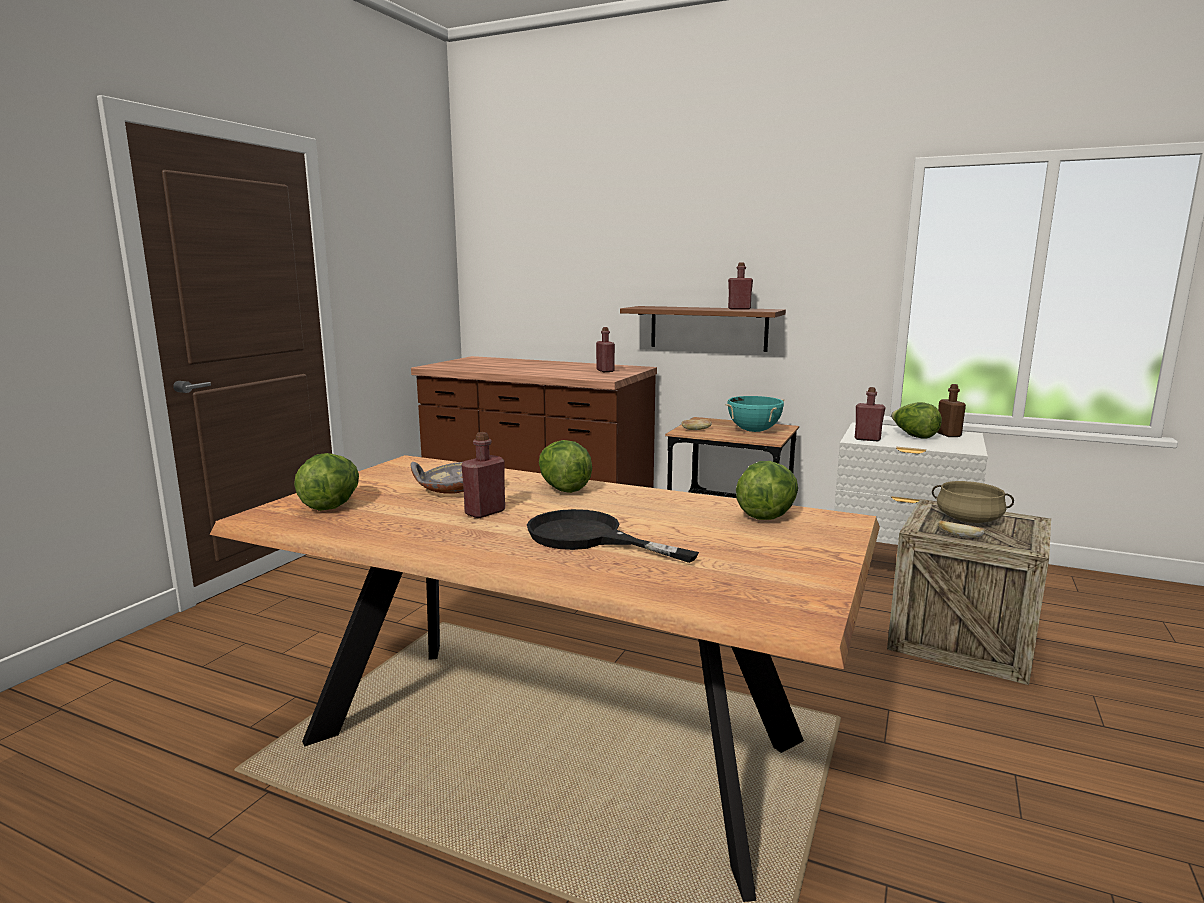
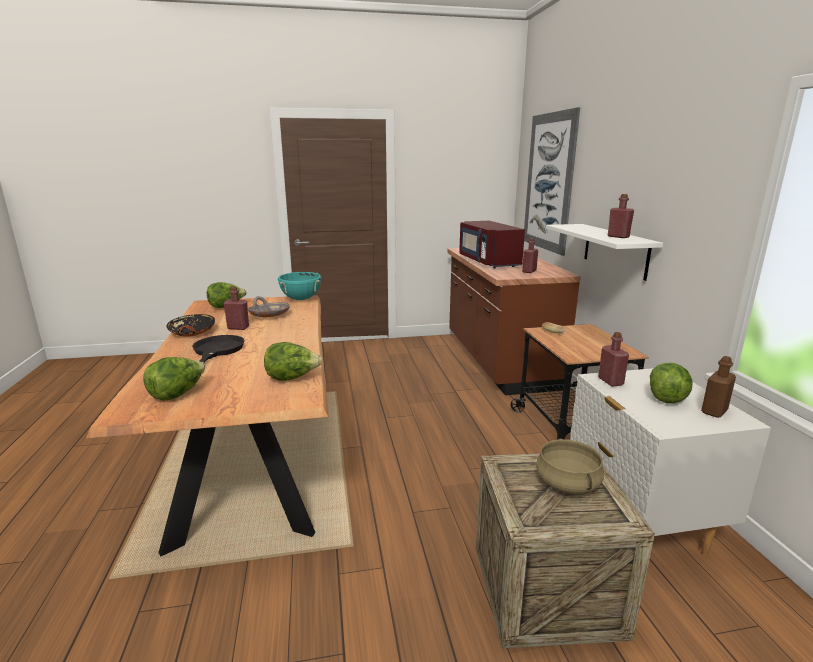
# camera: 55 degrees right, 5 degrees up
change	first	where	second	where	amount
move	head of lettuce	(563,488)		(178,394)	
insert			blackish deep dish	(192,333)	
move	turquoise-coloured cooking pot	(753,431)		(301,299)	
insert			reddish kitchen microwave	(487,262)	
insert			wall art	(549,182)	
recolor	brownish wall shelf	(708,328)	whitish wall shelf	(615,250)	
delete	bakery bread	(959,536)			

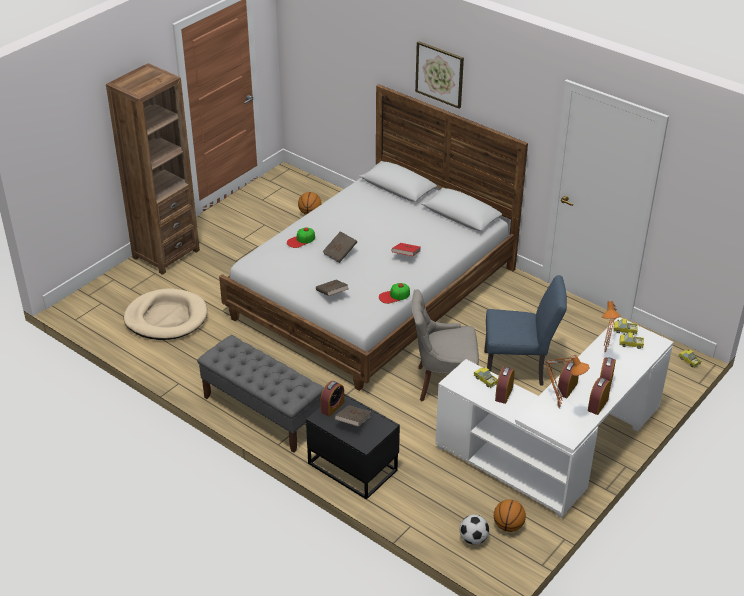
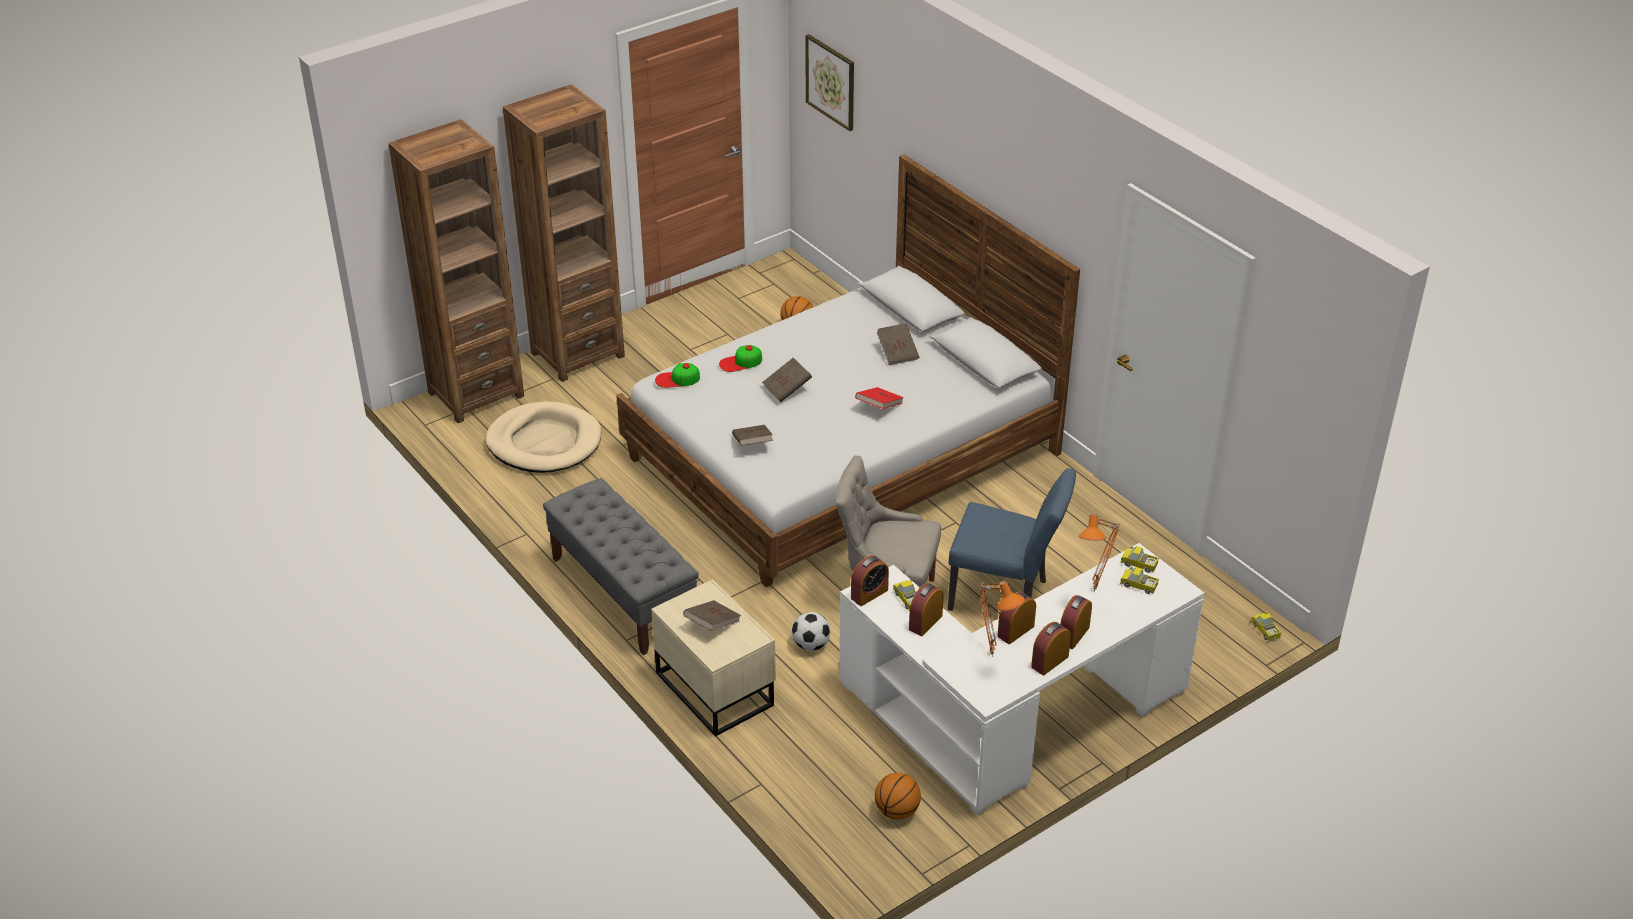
# camera: 15 degrees right, 0 degrees up
change	first	where	second	where	amount
insert			brownish shelving unit	(476,394)	
recolor	blackish bedside table	(352,465)	sand-coloured bedside table	(715,687)	
move	peaked cap	(394,296)		(677,379)	
move	ball for football	(473,539)		(811,645)	
move	wall art	(439,74)		(831,82)	
move	bedside clock	(332,407)		(869,594)	
insert			brownish volume	(897,352)	

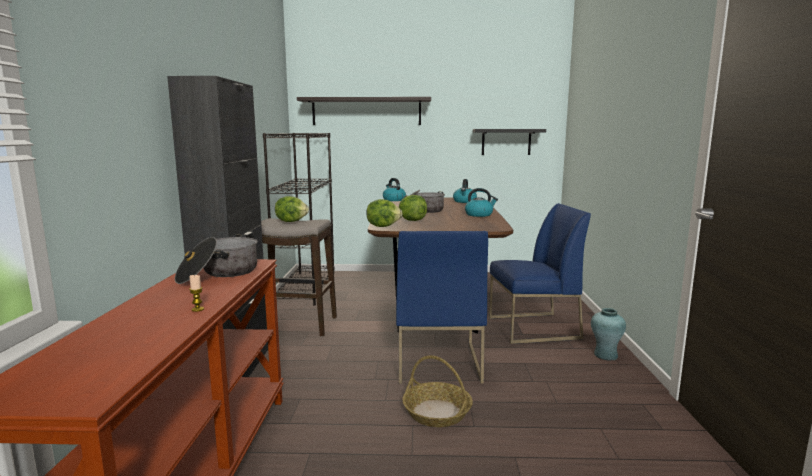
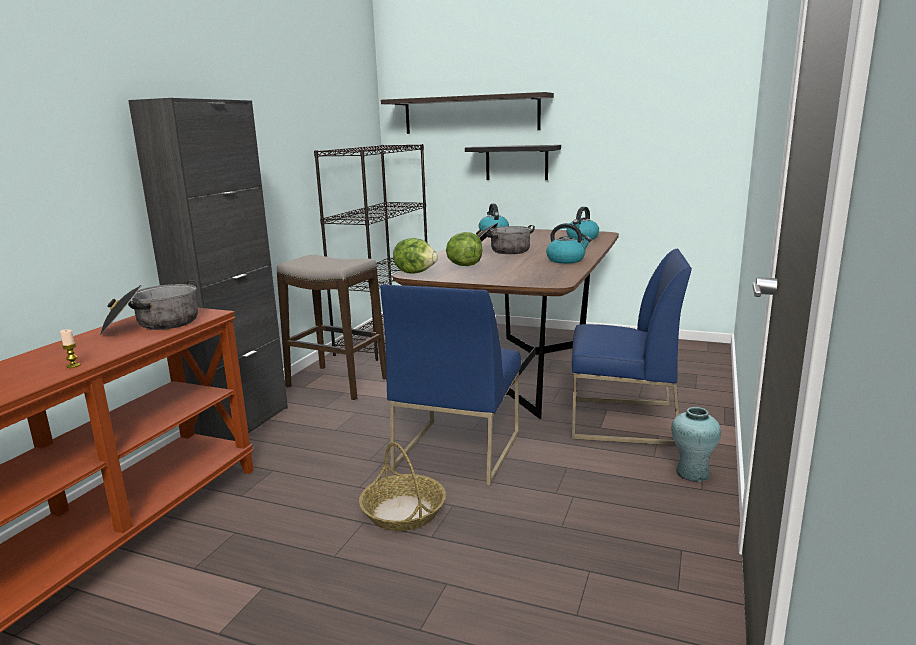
# camera: 20 degrees right, 5 degrees up
change	first	where	second	where	amount
move	blackish wall shelf	(506,142)		(516,162)	
delete	head of lettuce	(291,221)			

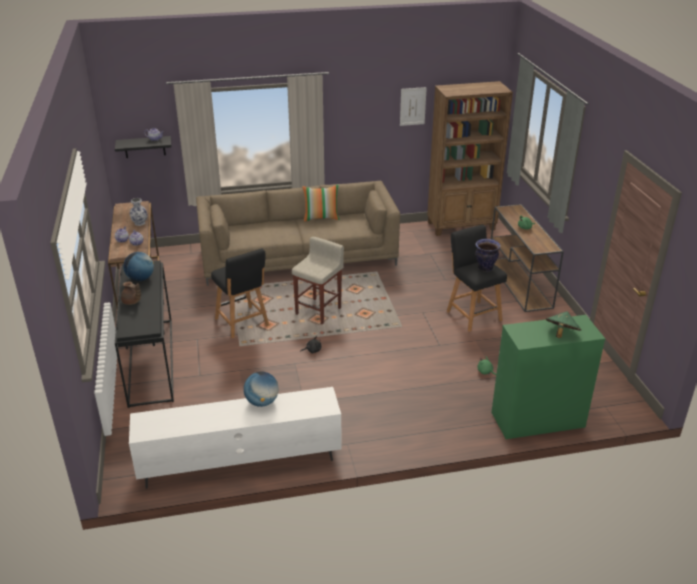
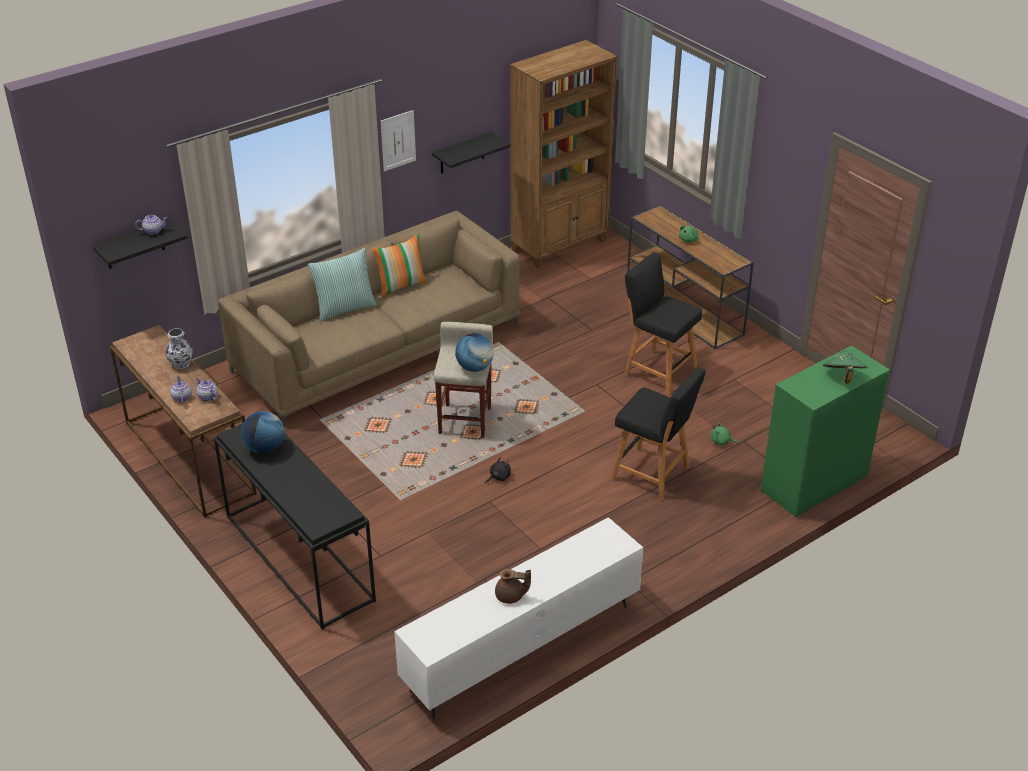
# camera: 25 degrees left, 5 degrees up
change	first	where	second	where	amount
insert			pillow	(344,308)	
move	wall art	(412,106)		(398,140)	
insert			blackish wall shelf	(462,153)	
move	globe	(262,402)		(474,367)	
move	brownish teapot	(132,302)		(511,596)	
move	blackish stool seat	(243,323)		(653,474)	
delete	decorative vase	(485,268)			

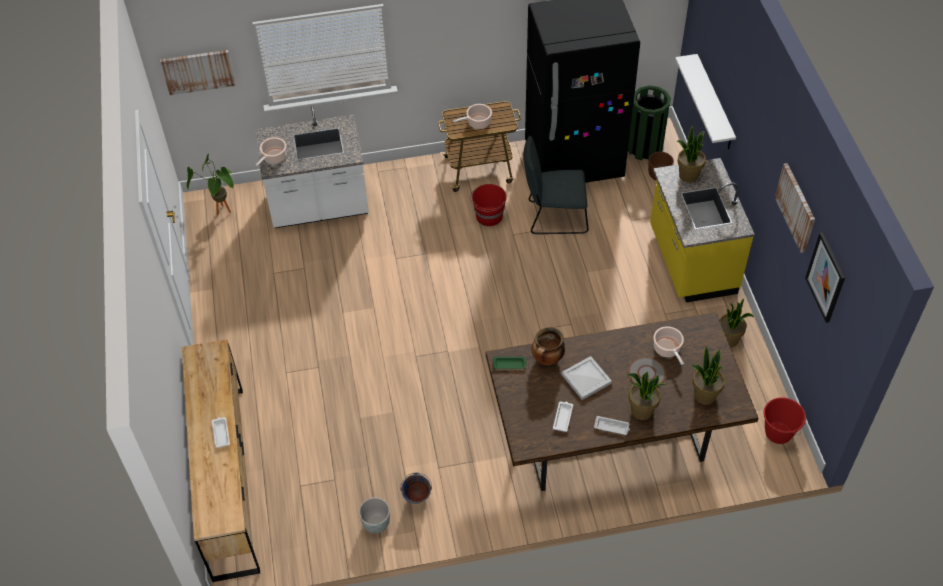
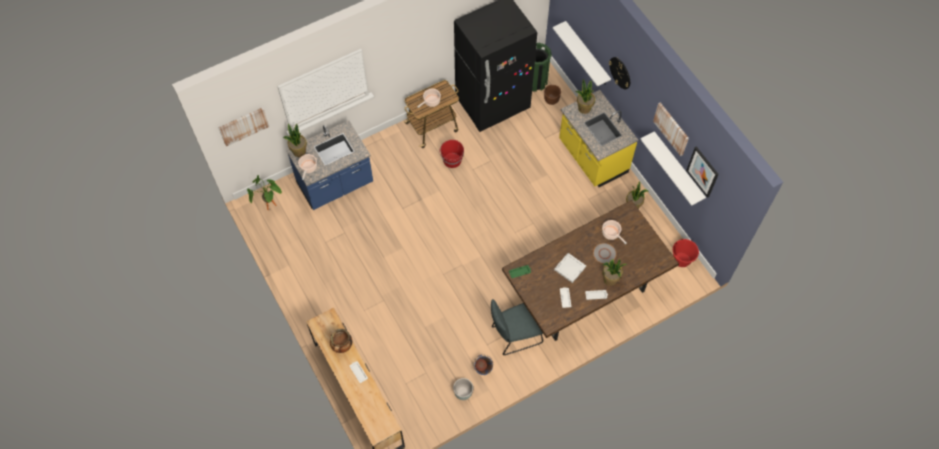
# camera: 20 degrees left, 10 degrees up
change	first	where	second	where	amount
move	houseplant	(704,395)		(299,151)	
recolor	whitish counter	(319,206)	blue counter	(335,184)	
move	cooking pot	(547,359)		(342,346)	
move	gray upright chair	(554,217)		(514,335)	
insert			hanging clock	(620,72)	
insert			whitish wall shelf	(678,168)	

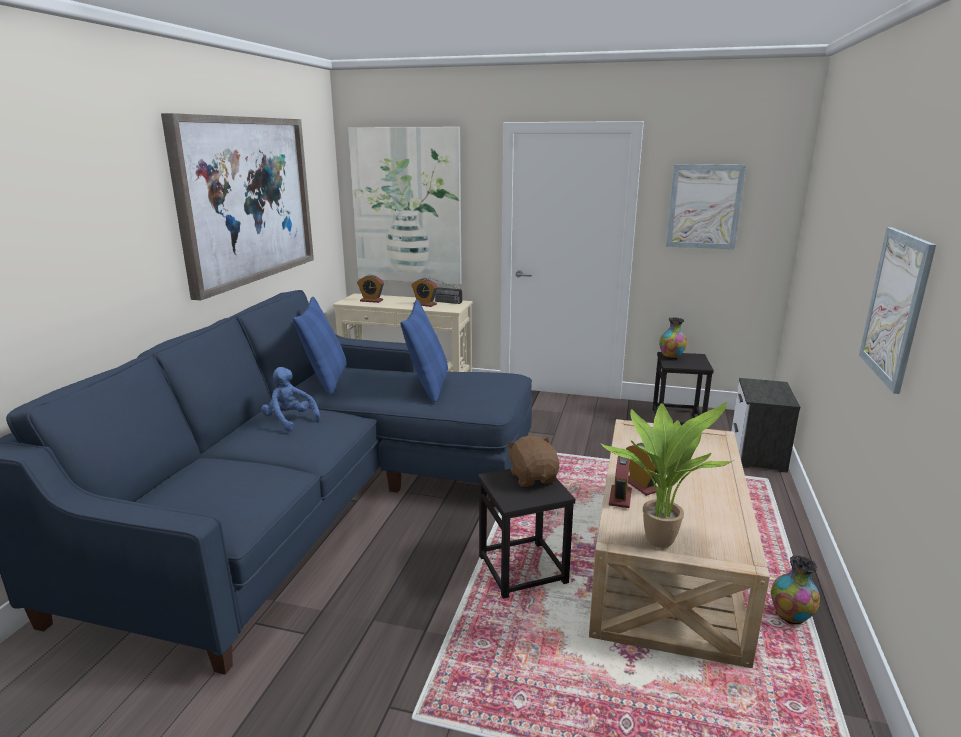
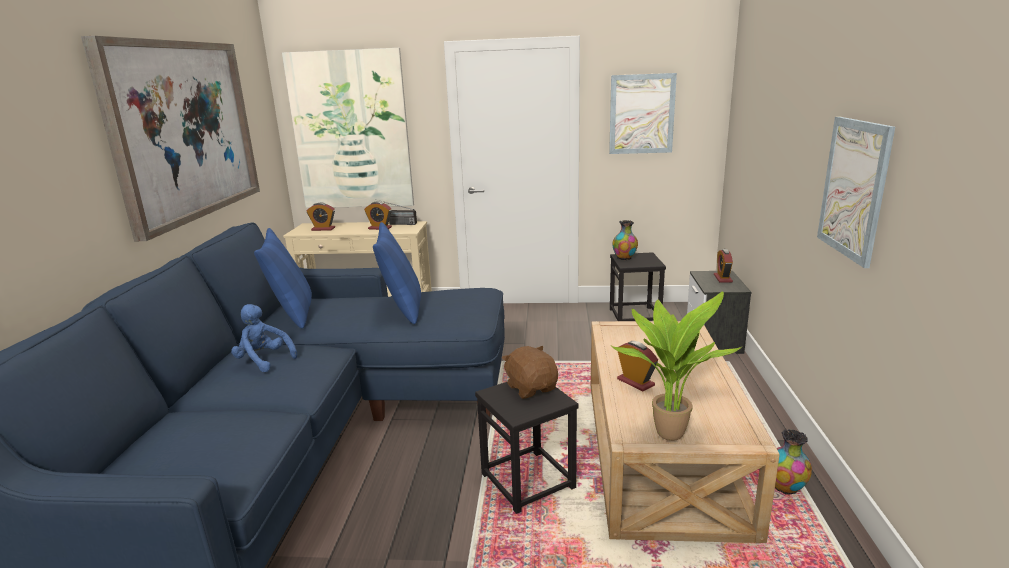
# camera: 10 degrees left, 0 degrees up
change	first	where	second	where	amount
move	bedside clock	(620,497)		(722,278)	

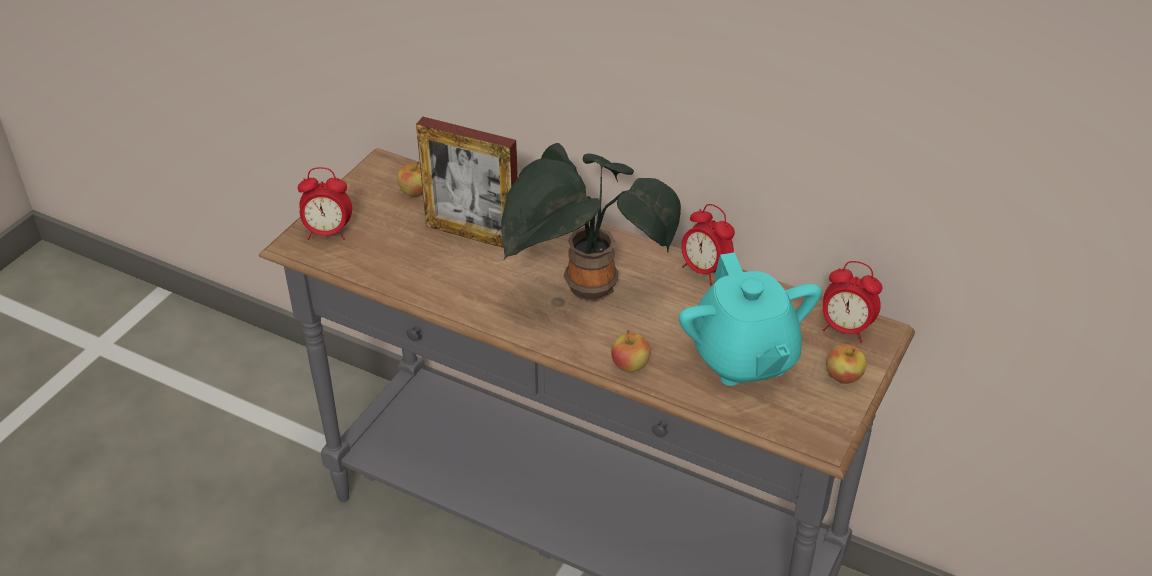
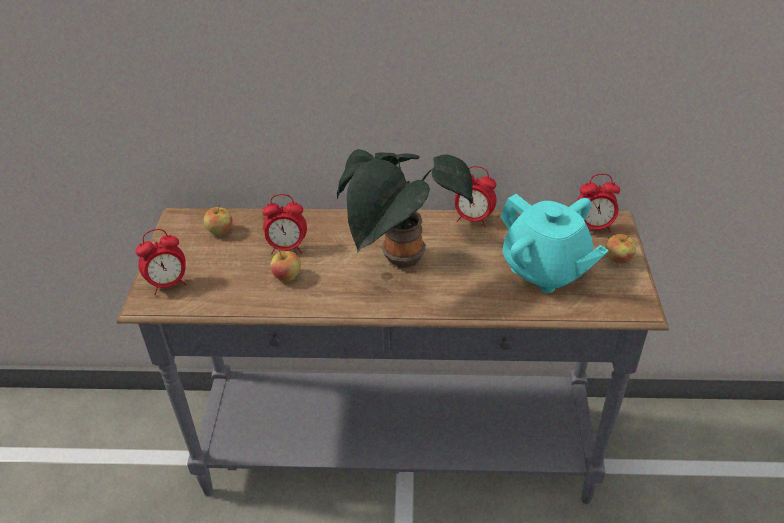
# camera: 25 degrees left, 0 degrees up
change	first	where	second	where	amount
replace	standing frame	(472,234)	bedside clock	(287,248)	
move	whole apple	(630,366)		(287,276)	

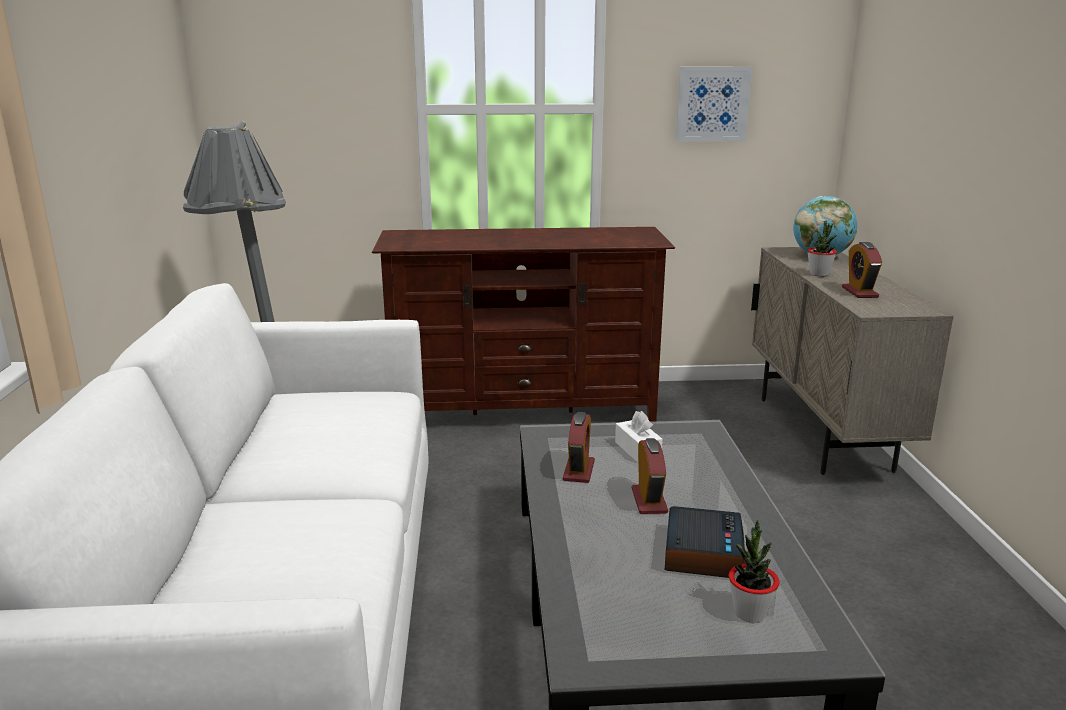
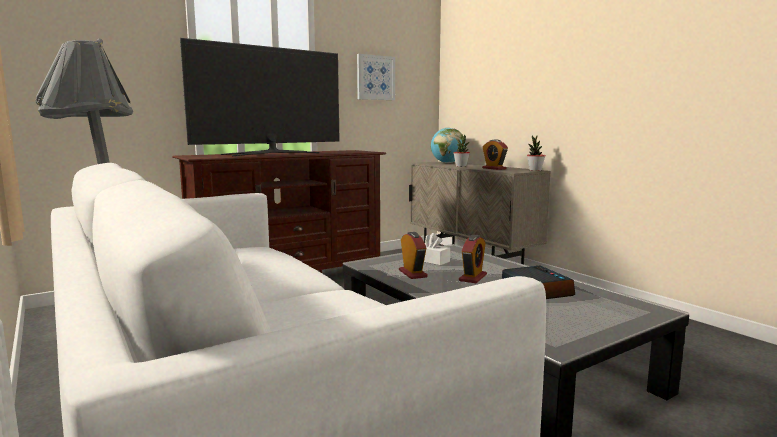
# camera: 30 degrees left, 10 degrees down
change	first	where	second	where	amount
insert			TV set	(271,154)	
rotate	bedside clock	(649,501)		(473,277)	60 degrees clockwise
move	houseplant	(749,613)		(535,170)	

